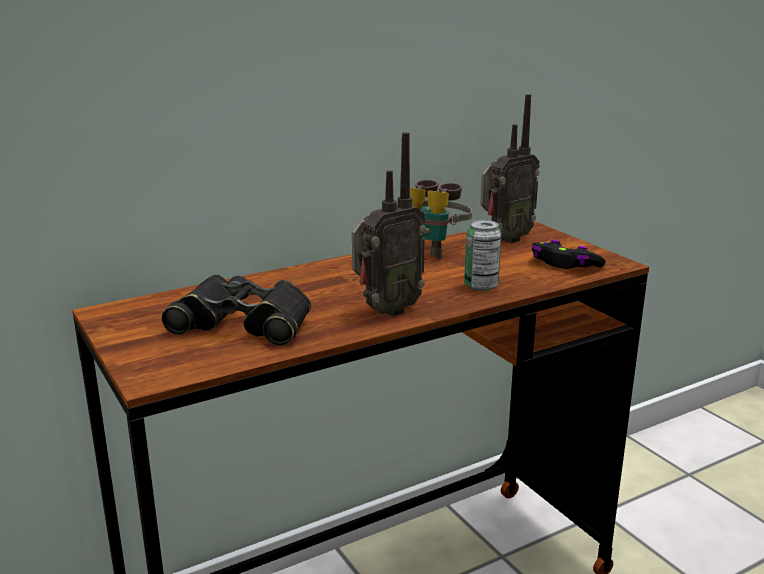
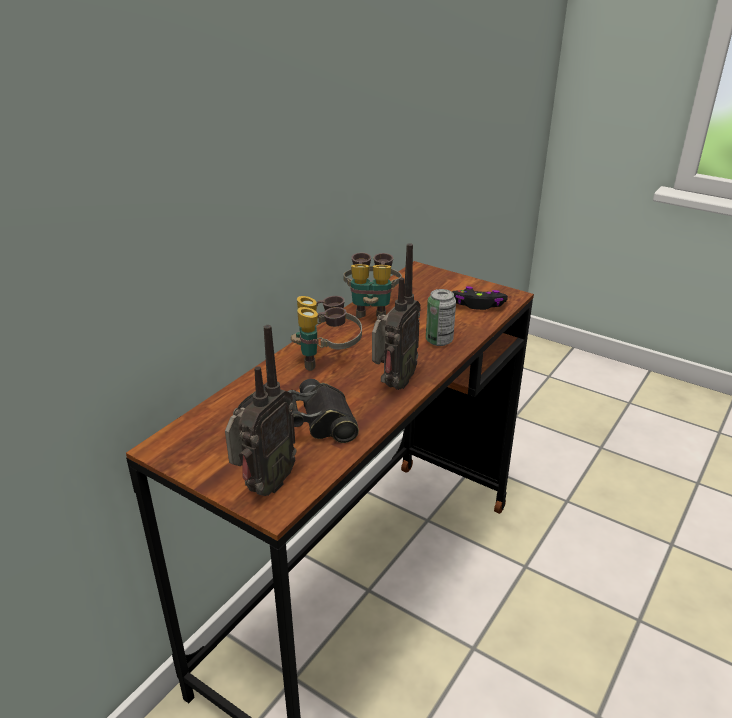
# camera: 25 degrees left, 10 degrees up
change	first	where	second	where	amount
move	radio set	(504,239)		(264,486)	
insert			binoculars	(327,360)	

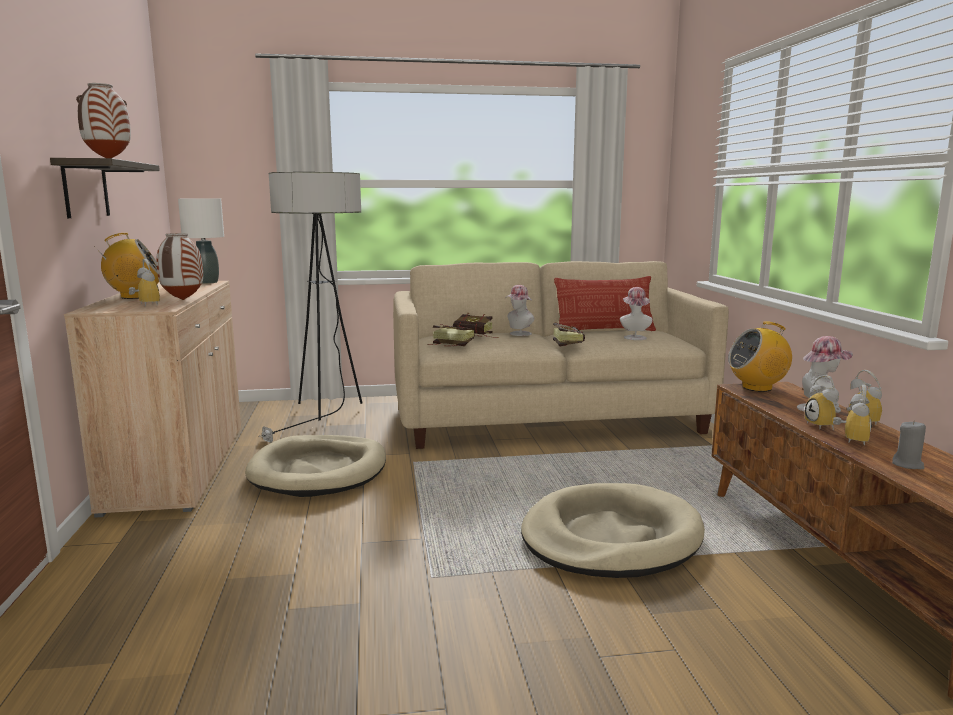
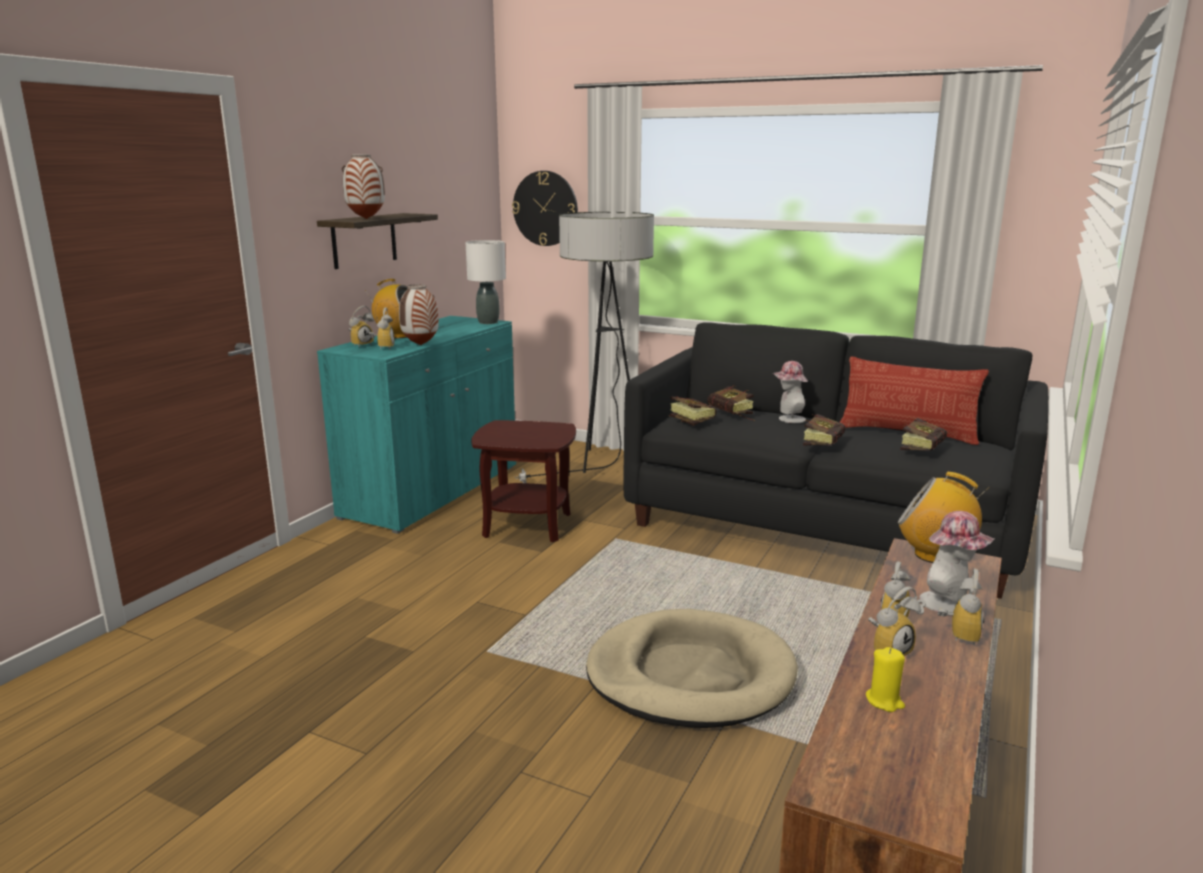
# camera: 35 degrees right, 5 degrees up
change	first	where	second	where	amount
recolor	sand-coloured storage cabinet	(179,467)	turquoise-coloured storage cabinet	(433,491)	
insert			bedside clock	(361,345)	
replace	sand-coloured dog cushion	(319,471)	brownish accent table	(527,524)	
insert			hanging clock	(545,208)	
recolor	sand-coloured couch	(548,417)	blackish couch	(823,525)	
recolor	gray wax light	(908,465)	yellowish wax light	(884,701)	
replace	clothing hat	(634,337)	volume	(923,449)	

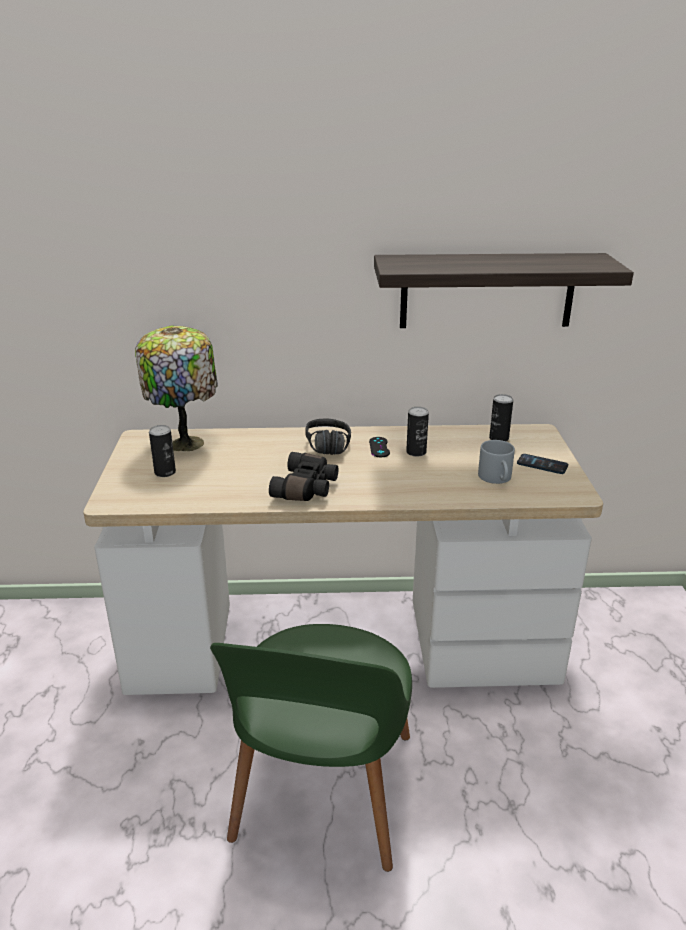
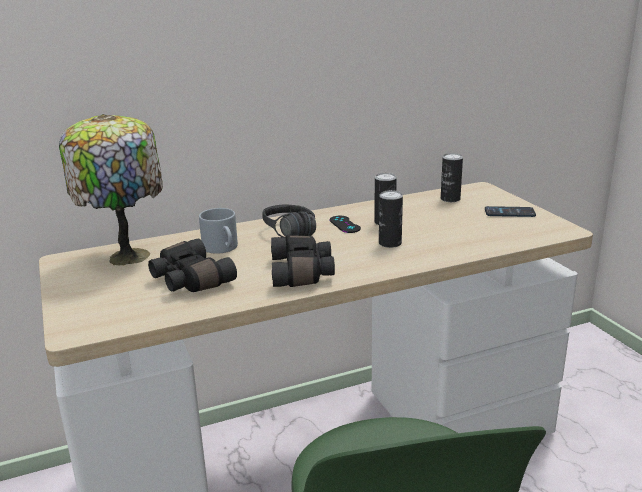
# camera: 20 degrees left, 5 degrees down
change	first	where	second	where	amount
insert			blackish binoculars	(189,280)	
move	gray mug	(497,478)		(223,248)	
move	can	(165,472)		(390,243)	
delete	wall shelf	(487,291)			

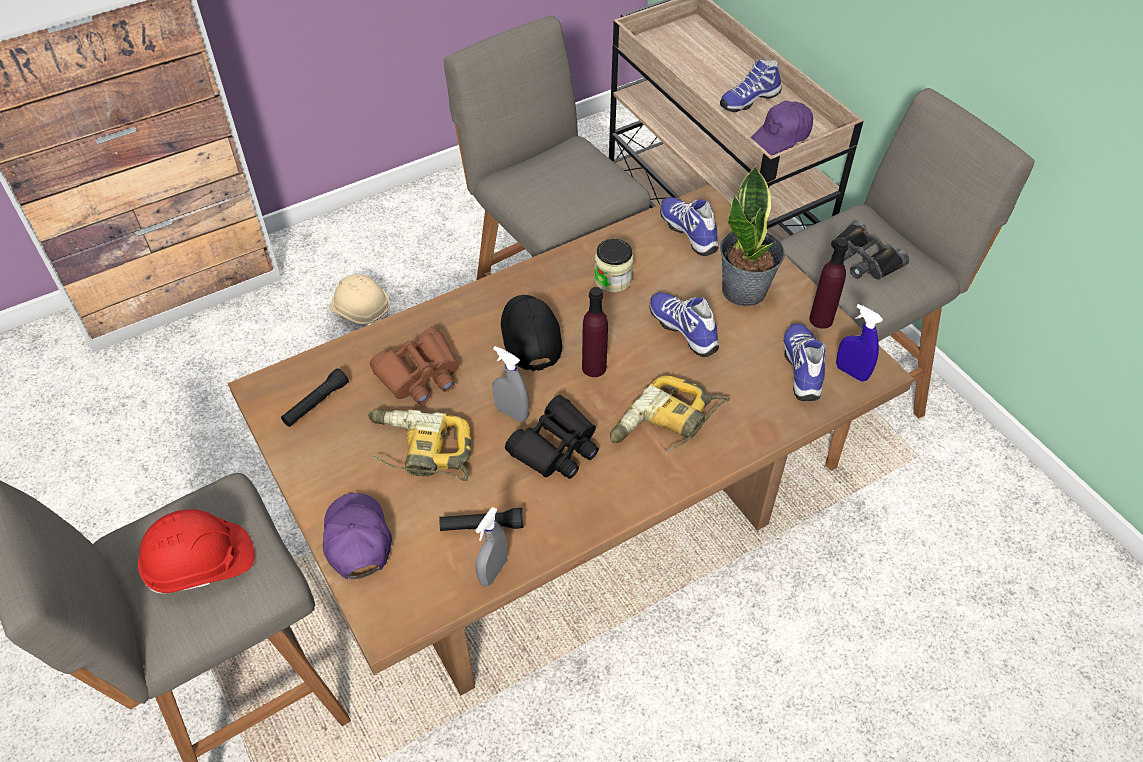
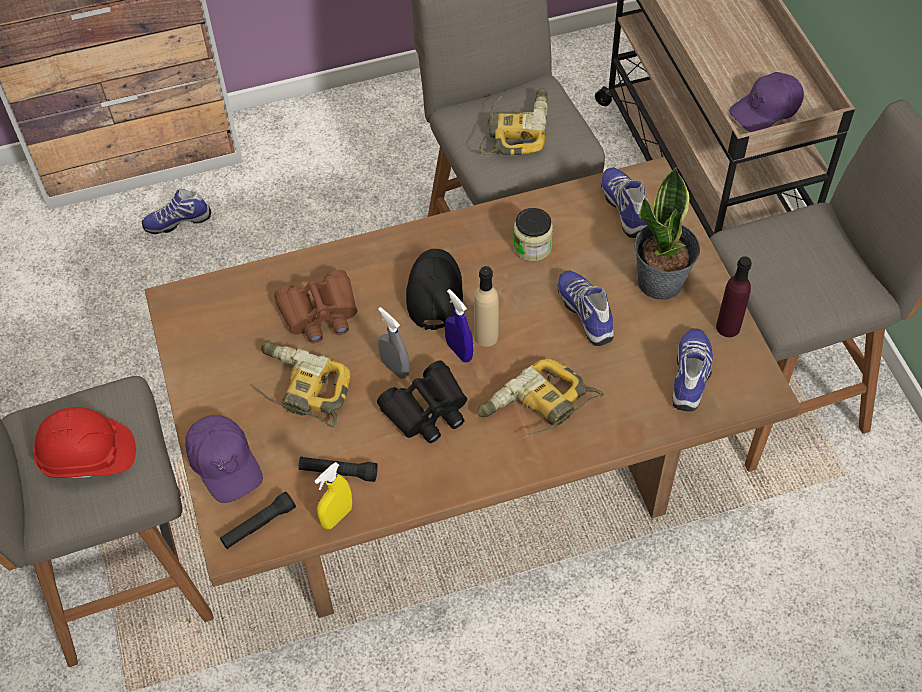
# camera: 15 degrees right, 5 degrees up
change	first	where	second	where	amount
move	item of footwear	(748,99)		(177,221)	
rotate	purplish peaked cap	(357,540)		(224,463)	150 degrees clockwise
move	blackish torch	(316,403)		(258,525)	
recolor	gray spray bottle	(493,571)	yellowish spray bottle	(337,516)	
move	blue spray bottle	(851,372)		(459,351)	
recolor	purplish beverage bottle	(594,367)	sand-coloured beverage bottle	(486,336)	
insert			power drill	(515,129)	
delete	sand-coloured hard hat	(361,311)			
delete	blackish binoculars	(862,259)			

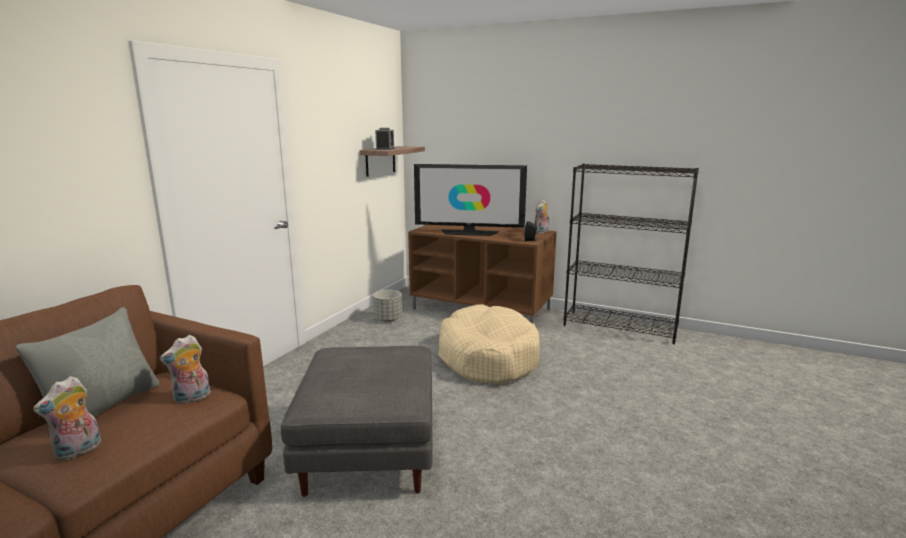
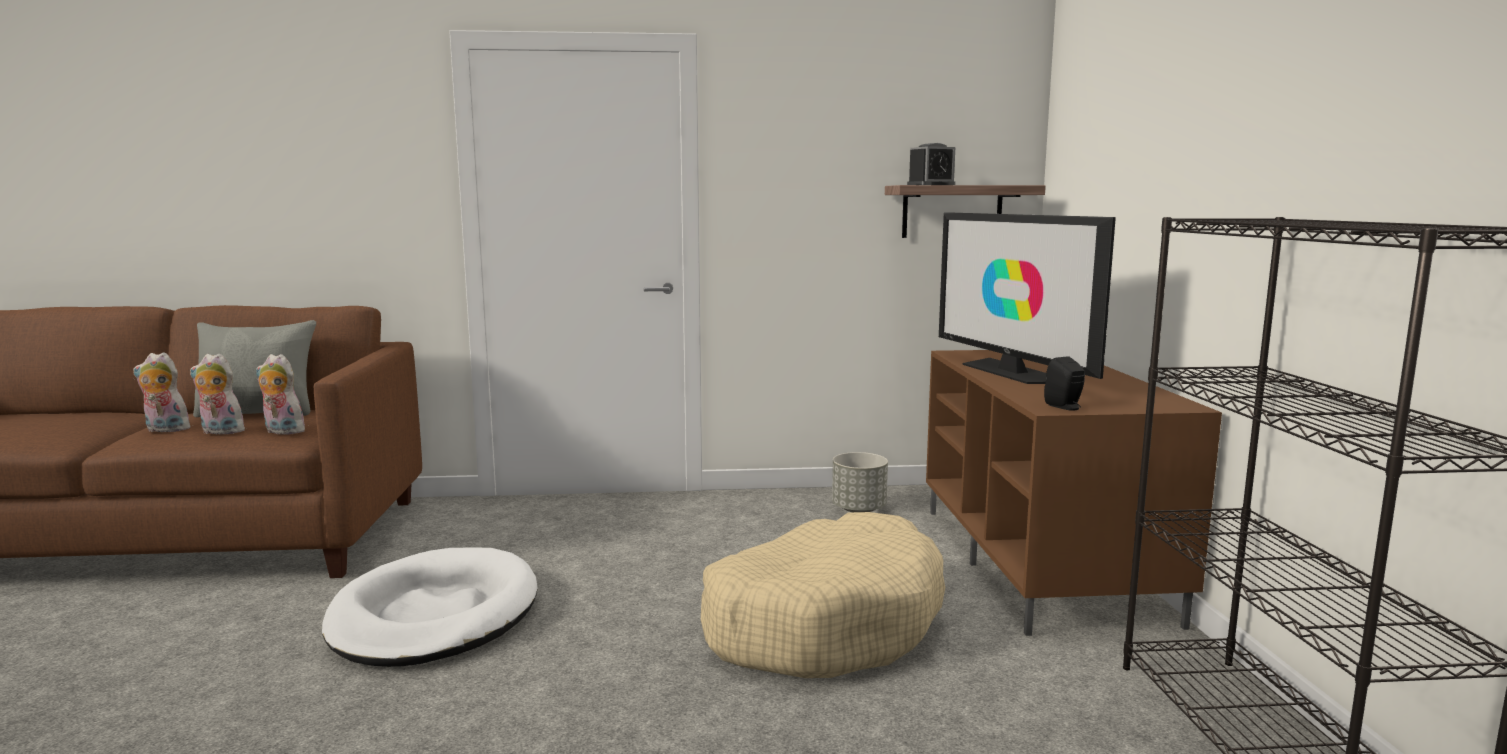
# camera: 60 degrees right, 5 degrees down
change	first	where	second	where	amount
move	cuddly toy	(541,232)		(219,432)	
replace	gray footrest	(370,449)	whitish dog cushion	(434,615)	

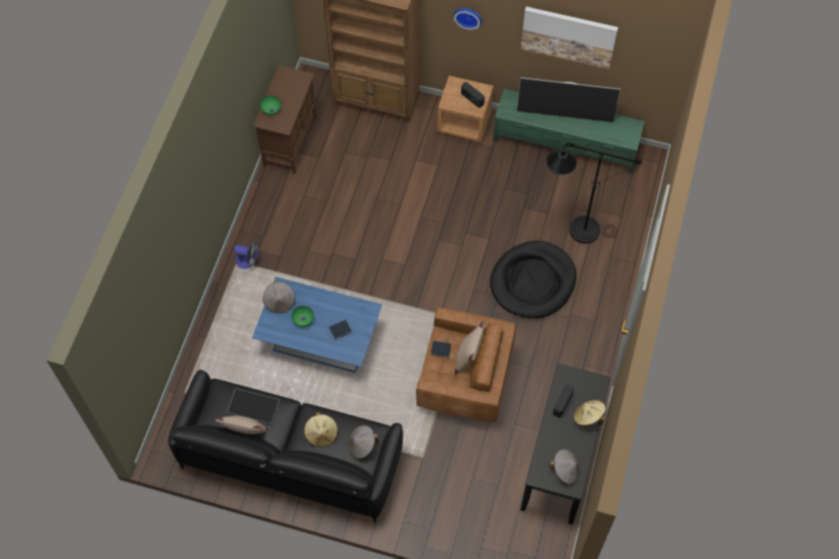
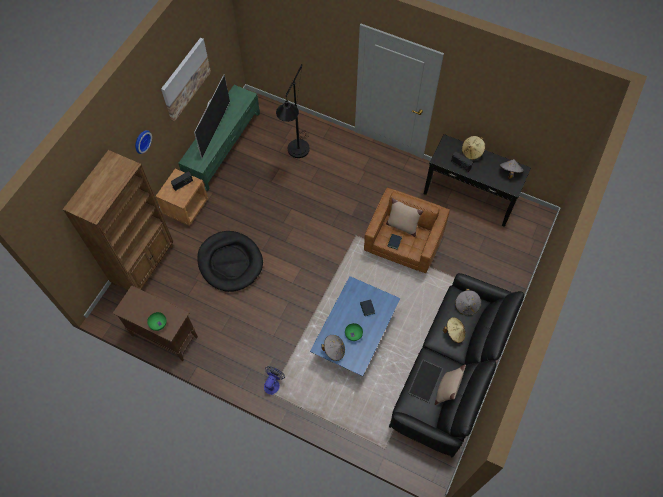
# camera: 80 degrees left, 0 degrees up
change	first	where	second	where	amount
move	blackish dog cushion	(533,282)		(230,262)	

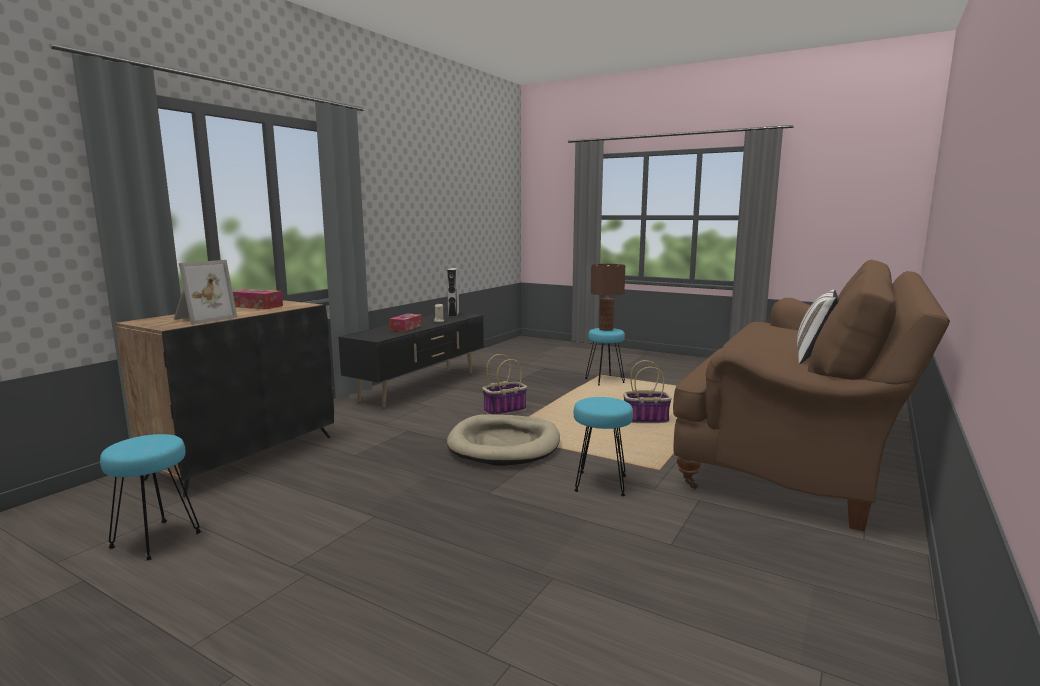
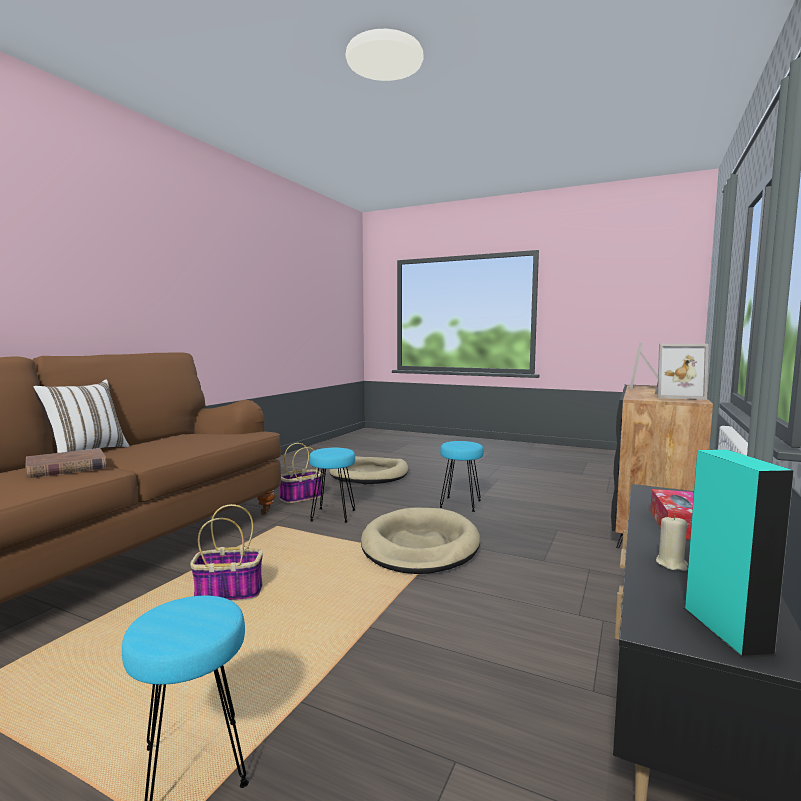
# camera: 175 degrees right, 5 degrees down
change	first	where	second	where	amount
insert			brownish volume	(66,467)	
move	storage basket	(505,410)		(300,498)	
insert			sand-coloured dog cushion	(369,474)	
move	turquoise-coloured stool seat	(156,539)		(461,504)	
replace	tissue holder	(256,306)	standing frame	(676,396)	
recolor	gray speaker	(453,314)	turquoise-coloured speaker	(726,630)	
delete	brownish table lamp	(606,329)			

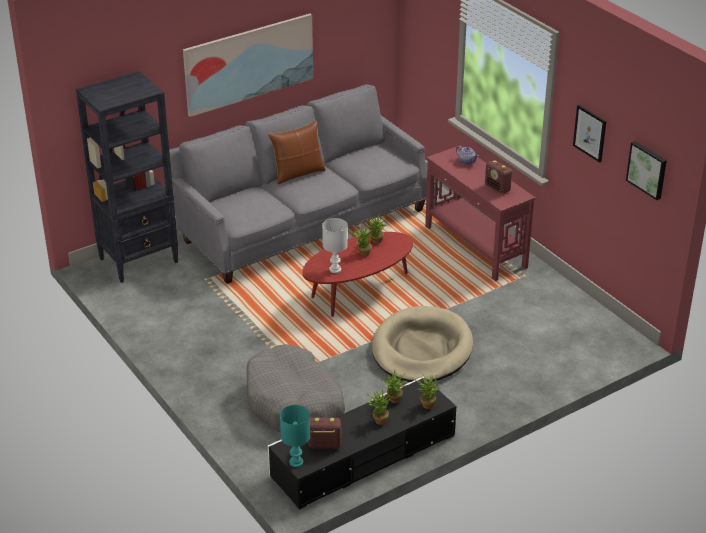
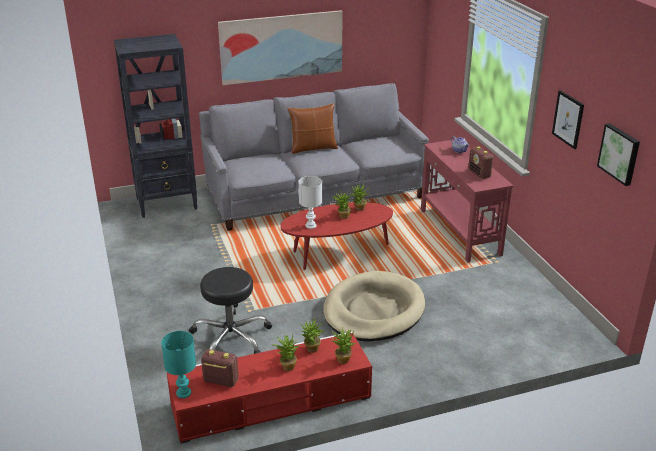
# camera: 15 degrees right, 5 degrees down
change	first	where	second	where	amount
recolor	blackish tv stand	(363,456)	reddish tv stand	(271,401)	
replace	gray dog cushion	(294,402)	blackish stool seat	(231,338)	

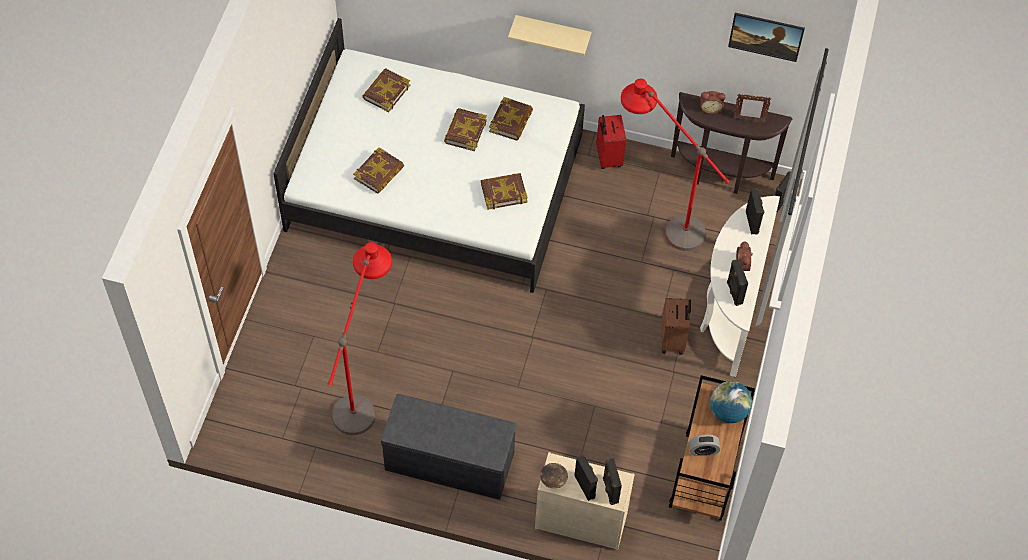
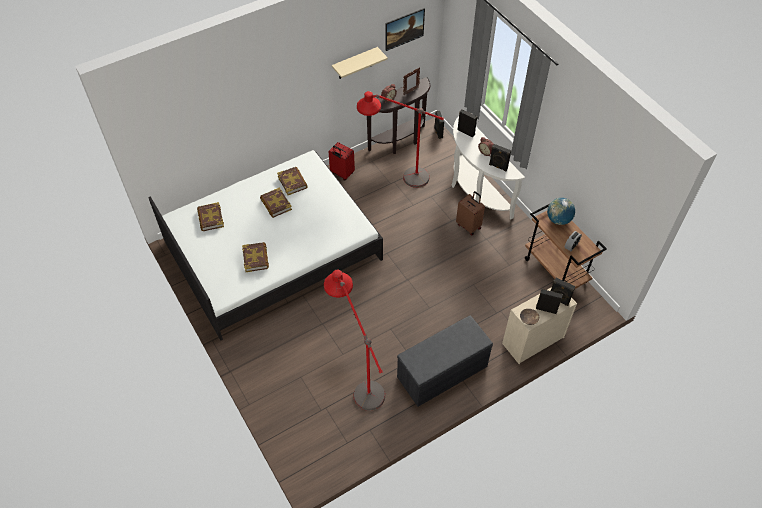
# camera: 45 degrees left, 5 degrees down
change	first	where	second	where	amount
move	sand-coloured wall shelf	(552,33)		(355,64)	
delete	volume	(503,192)			

